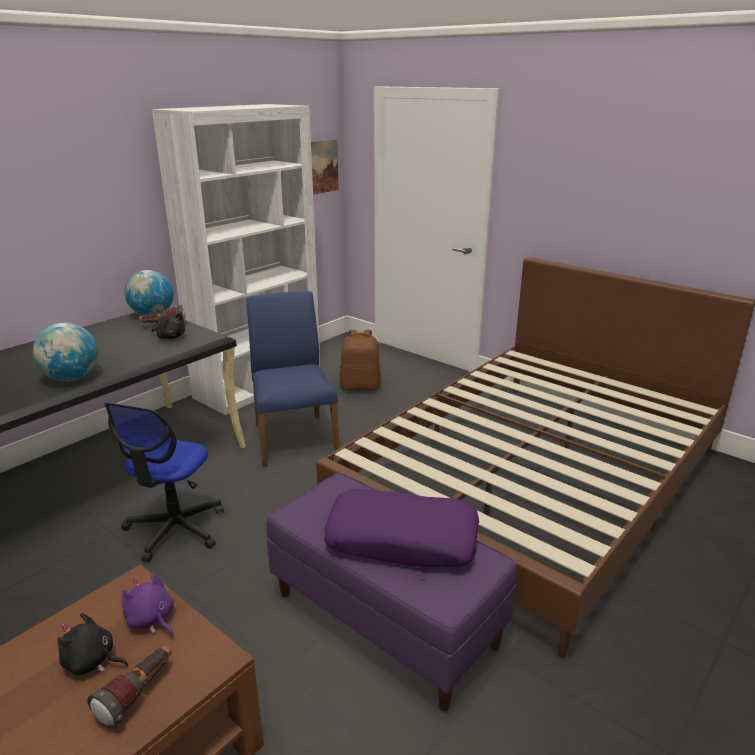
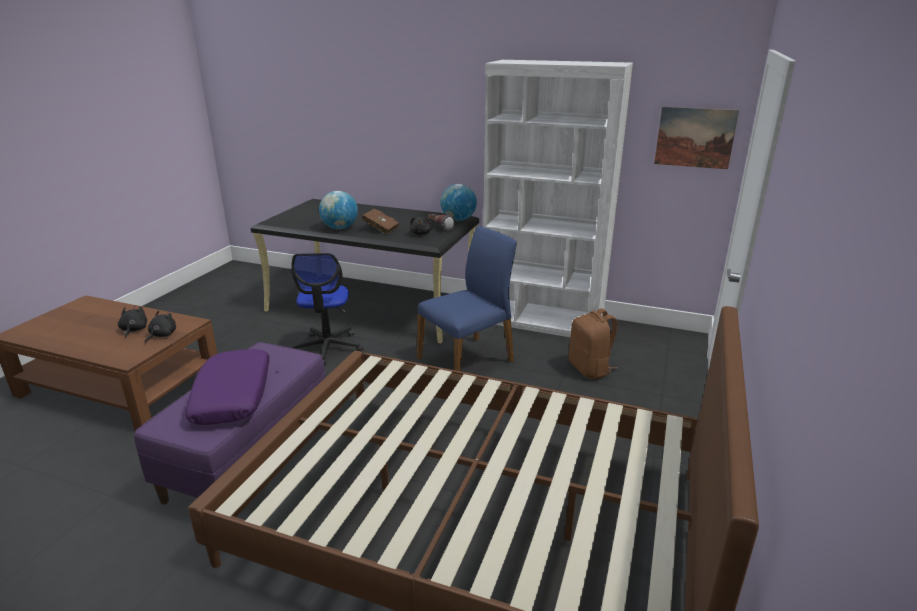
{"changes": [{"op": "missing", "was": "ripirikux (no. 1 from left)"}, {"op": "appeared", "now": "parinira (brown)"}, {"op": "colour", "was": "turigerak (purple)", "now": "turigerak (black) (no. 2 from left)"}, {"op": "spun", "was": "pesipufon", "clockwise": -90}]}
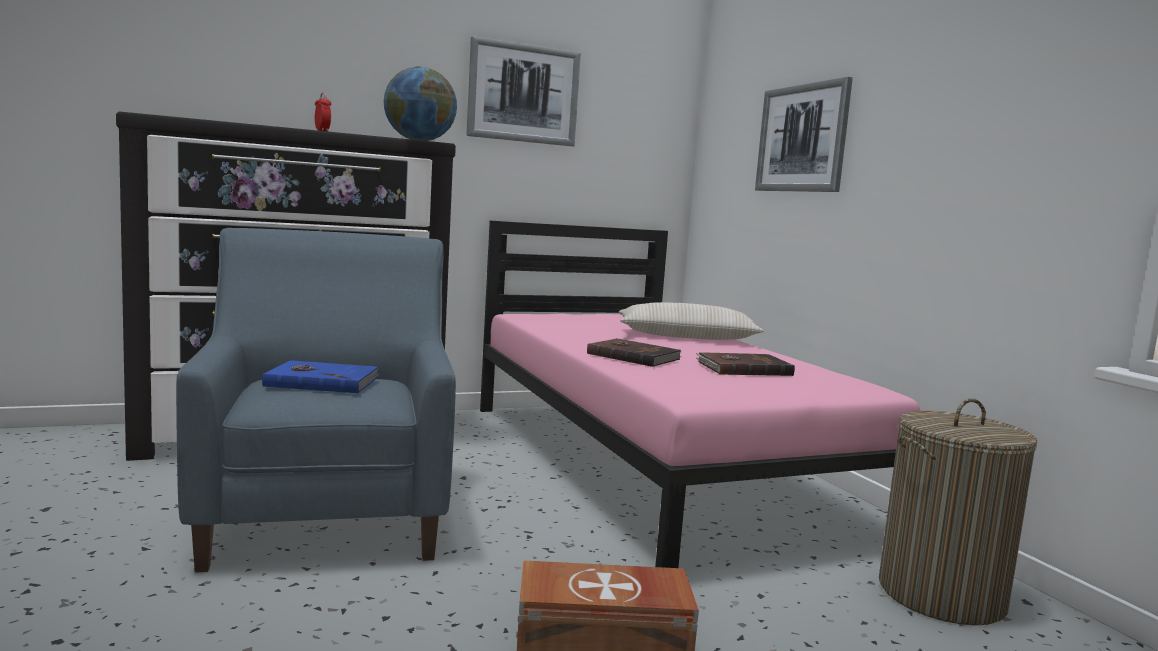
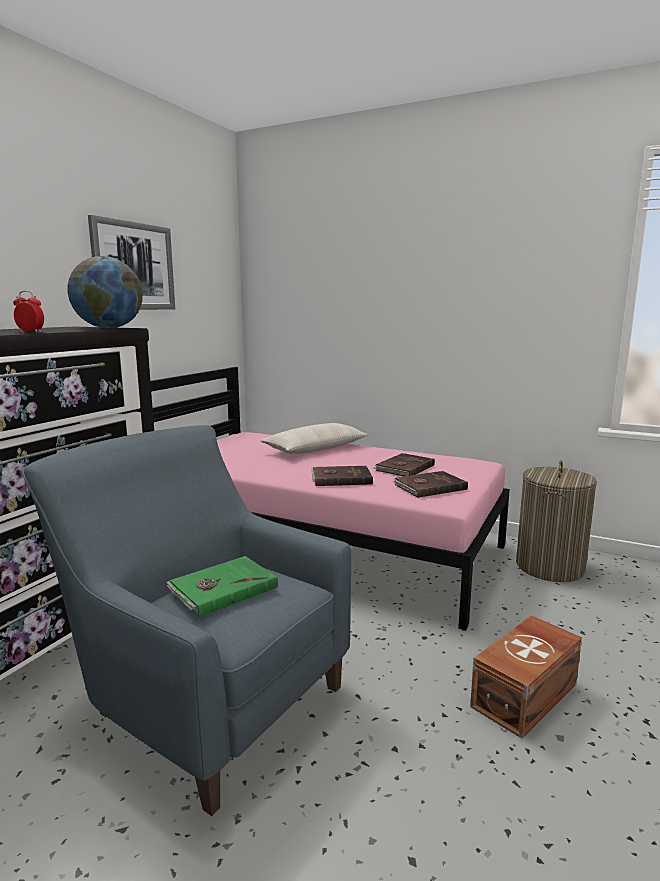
{"changes": [{"op": "missing", "was": "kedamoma (no. 2 from left)"}, {"op": "appeared", "now": "parinira (brown) (no. 3 from left)"}, {"op": "colour", "was": "parinira (blue)", "now": "parinira (green)"}]}
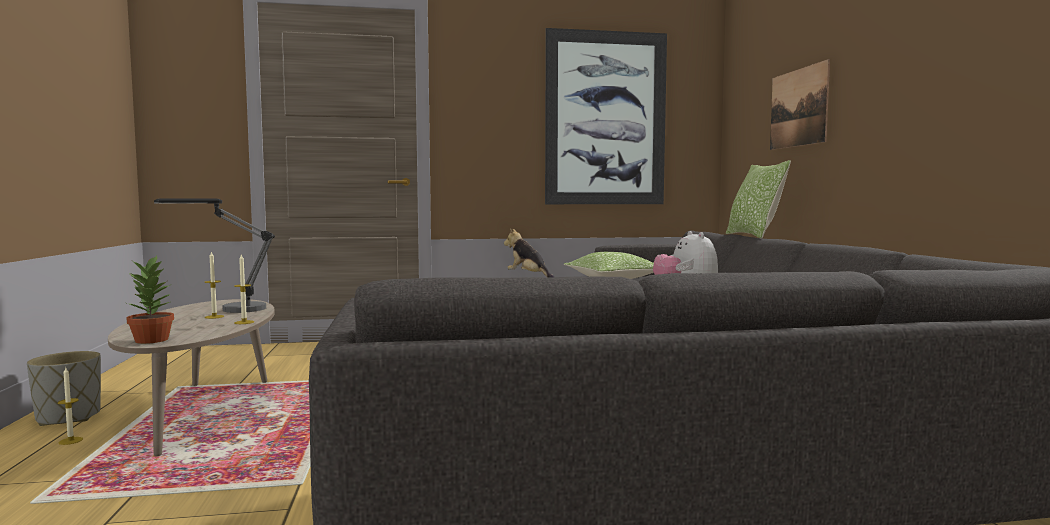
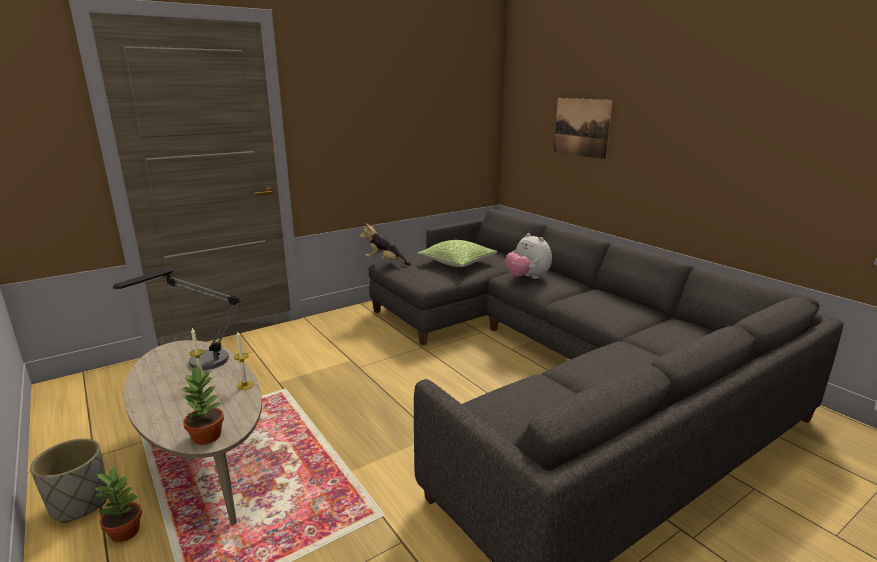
{"changes": [{"op": "missing", "was": "kedamoma (no. 1 from left)"}, {"op": "missing", "was": "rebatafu (no. 2 from left)"}, {"op": "exchanged", "was": "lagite (no. 1 from left)", "now": "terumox (no. 1 from left)"}]}
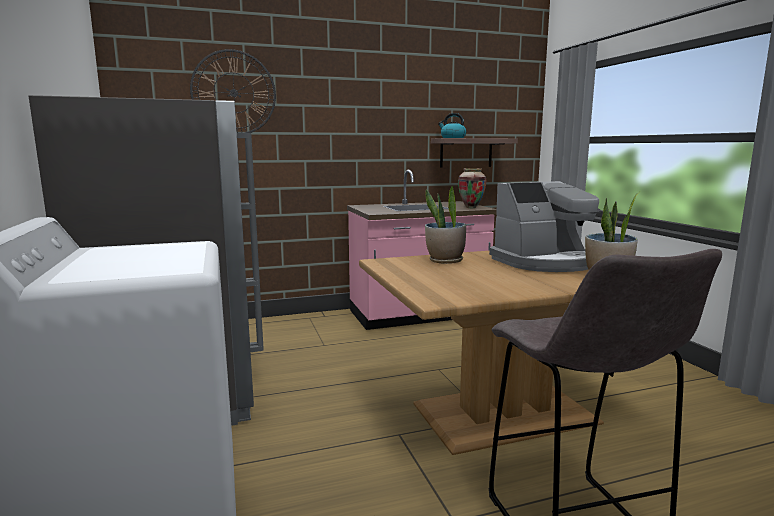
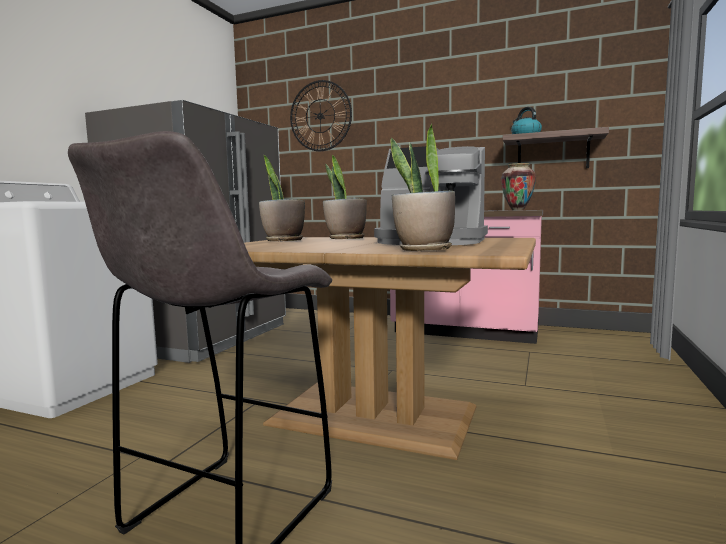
{"changes": [{"op": "appeared", "now": "terumox (no. 1 from left)"}]}
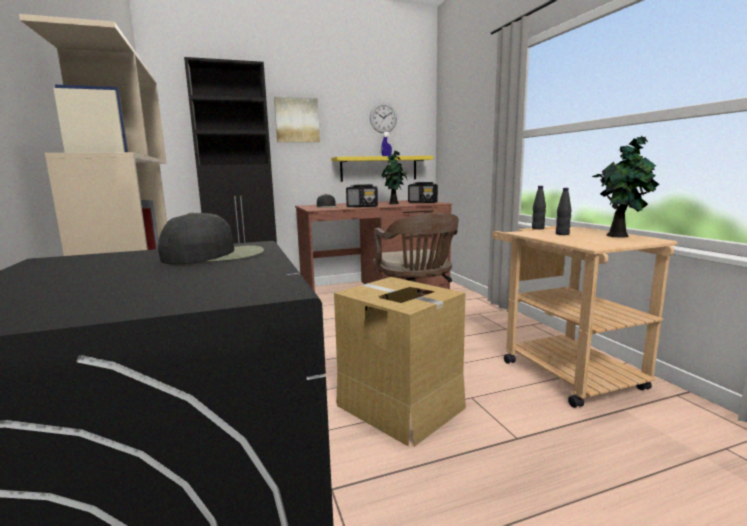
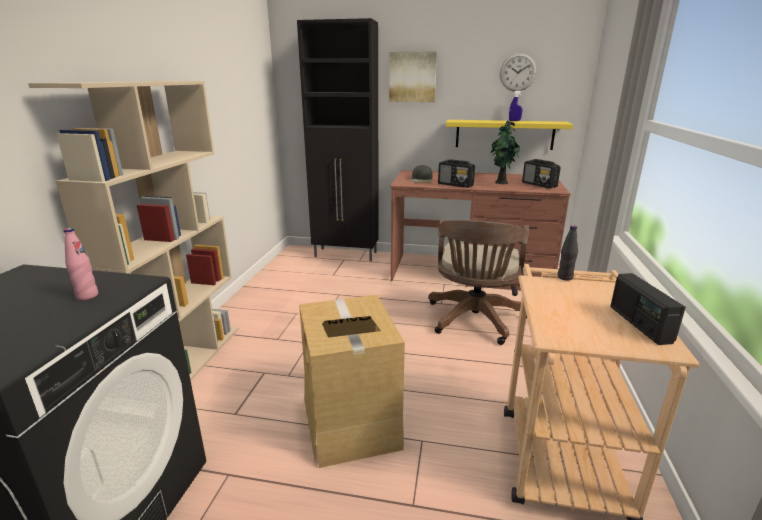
{"changes": [{"op": "missing", "was": "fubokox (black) (no. 2 from left)"}, {"op": "exchanged", "was": "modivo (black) (no. 1 from left)", "now": "fubokox (pink)"}, {"op": "exchanged", "was": "terumox (no. 2 from left)", "now": "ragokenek (no. 3 from left)"}]}
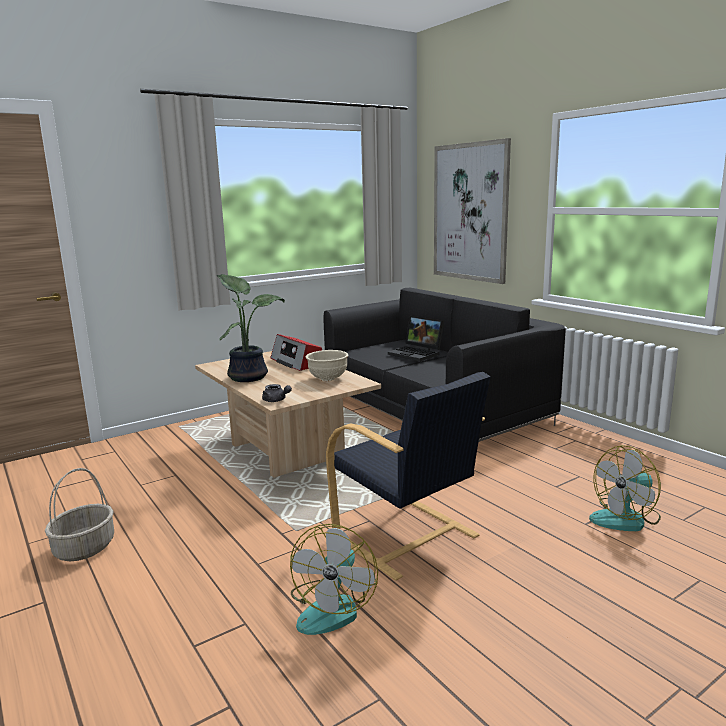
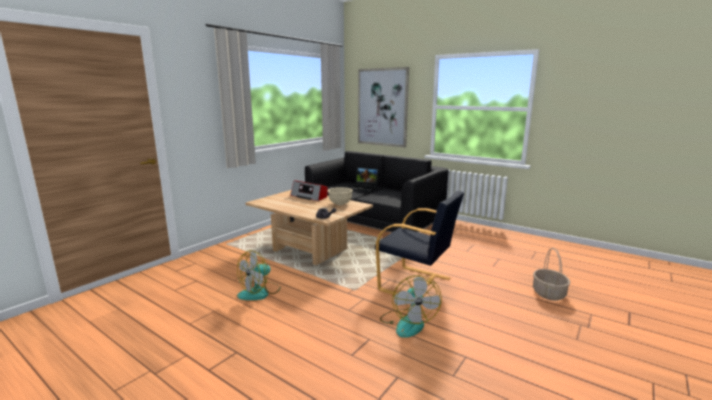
{"changes": [{"op": "missing", "was": "terumox"}, {"op": "relocated", "was": "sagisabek"}, {"op": "relocated", "was": "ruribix (no. 2 from left in the first image)", "now": "ruribix (no. 1 from left)"}]}
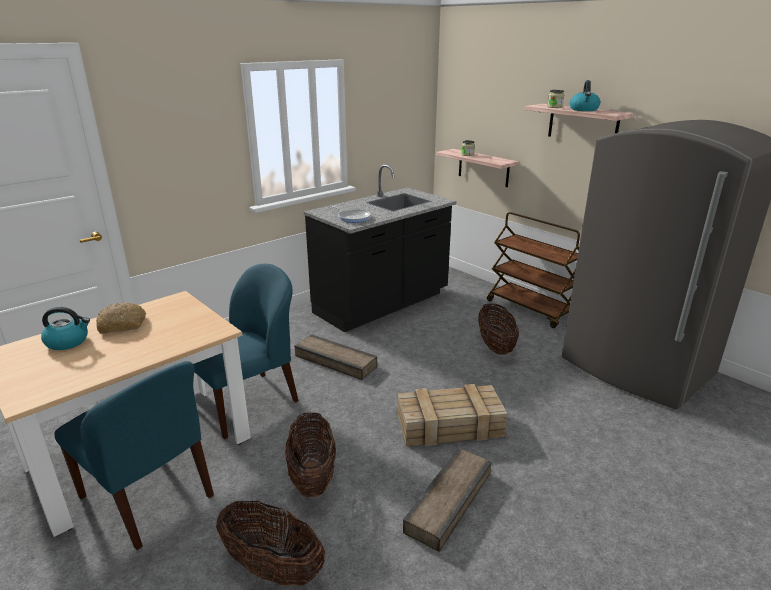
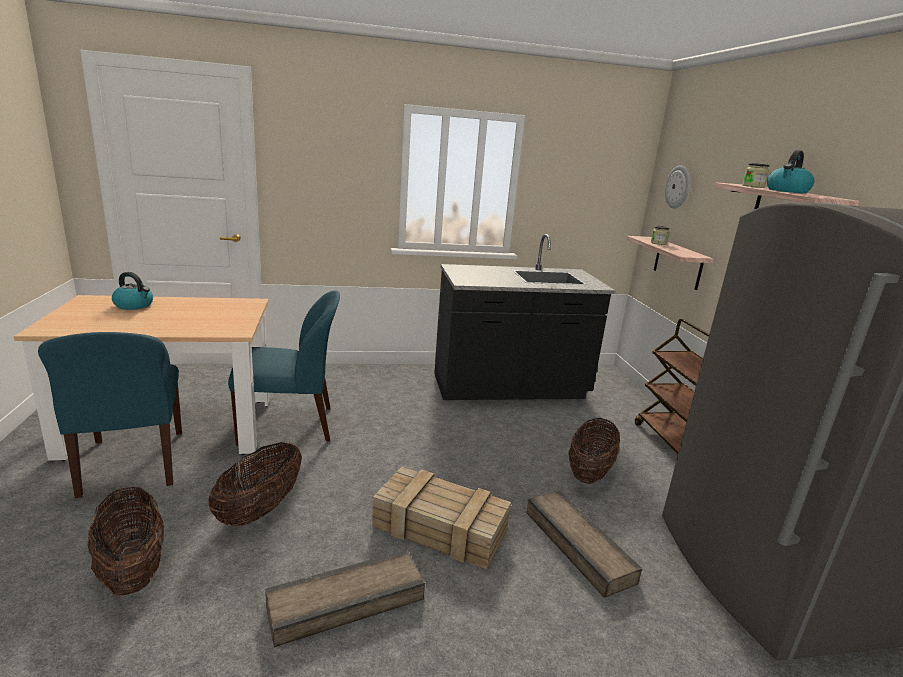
{"changes": [{"op": "missing", "was": "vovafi"}, {"op": "missing", "was": "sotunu"}, {"op": "appeared", "now": "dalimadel"}, {"op": "relocated", "was": "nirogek (no. 1 from left in the first image)", "now": "nirogek (no. 3 from left)"}]}
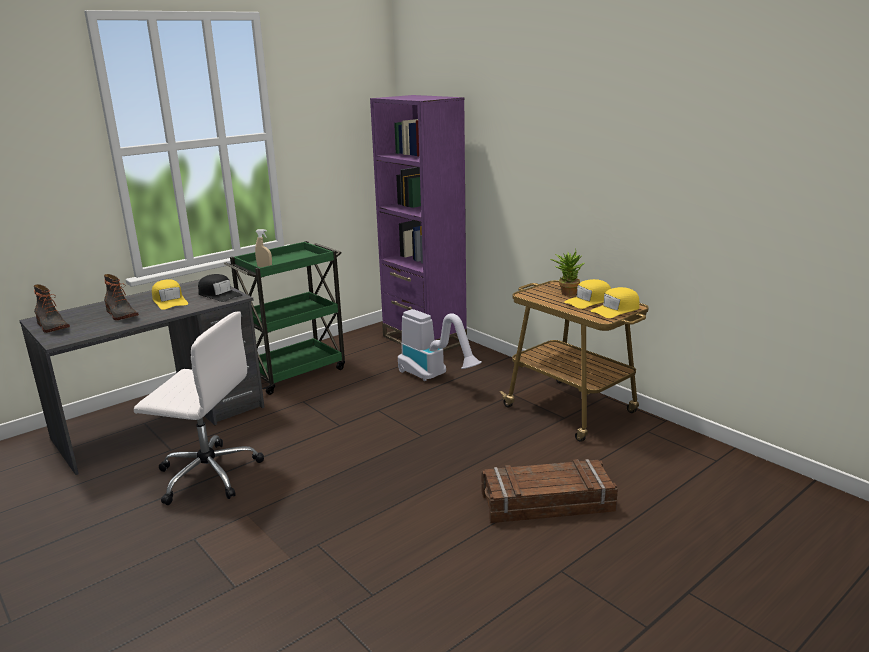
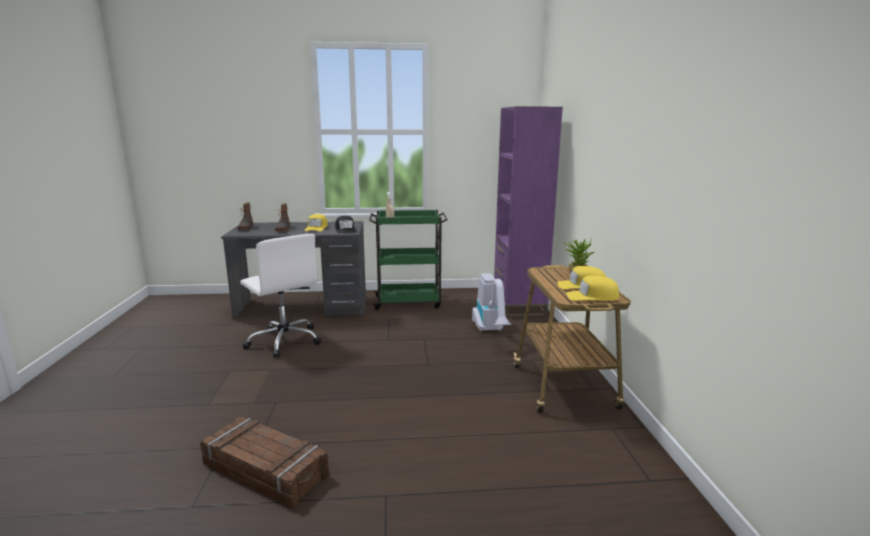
{"changes": [{"op": "relocated", "was": "nirogek"}]}
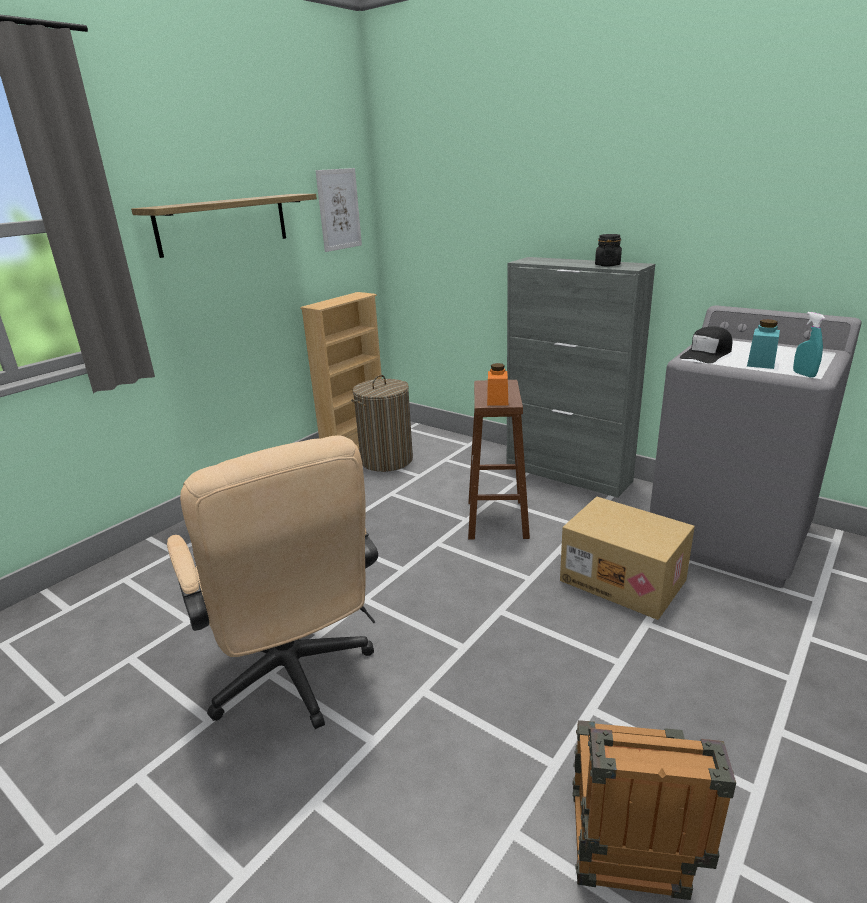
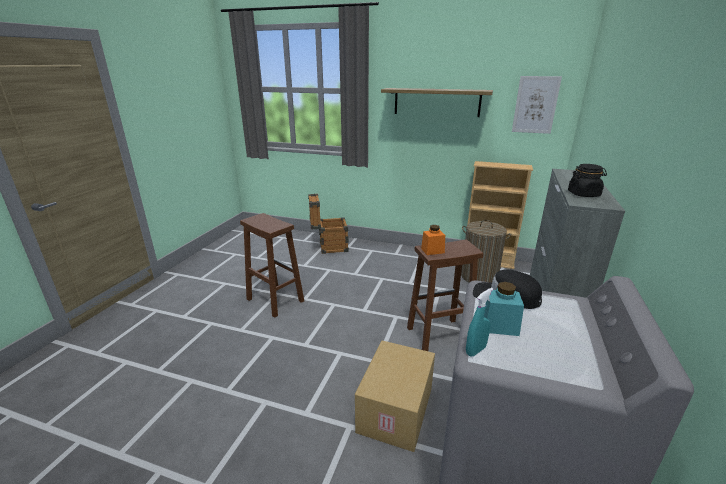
{"changes": [{"op": "relocated", "was": "nirogek"}, {"op": "exchanged", "was": "pesipufon (beige)", "now": "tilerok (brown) (no. 1 from left)"}]}
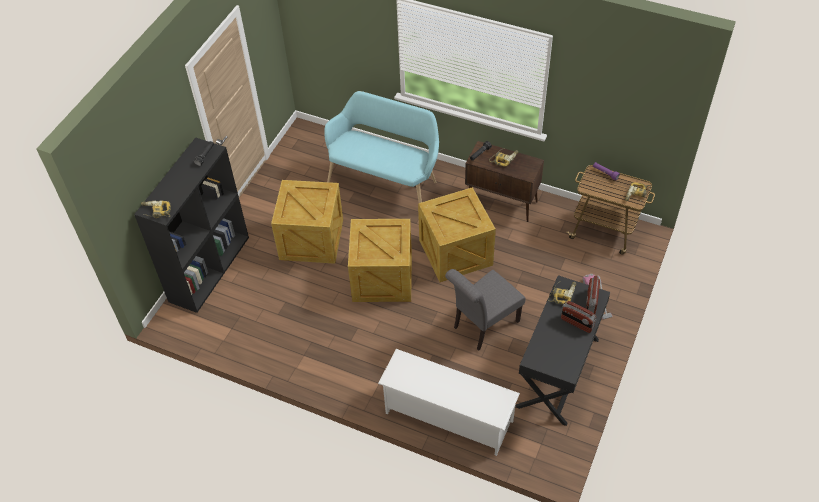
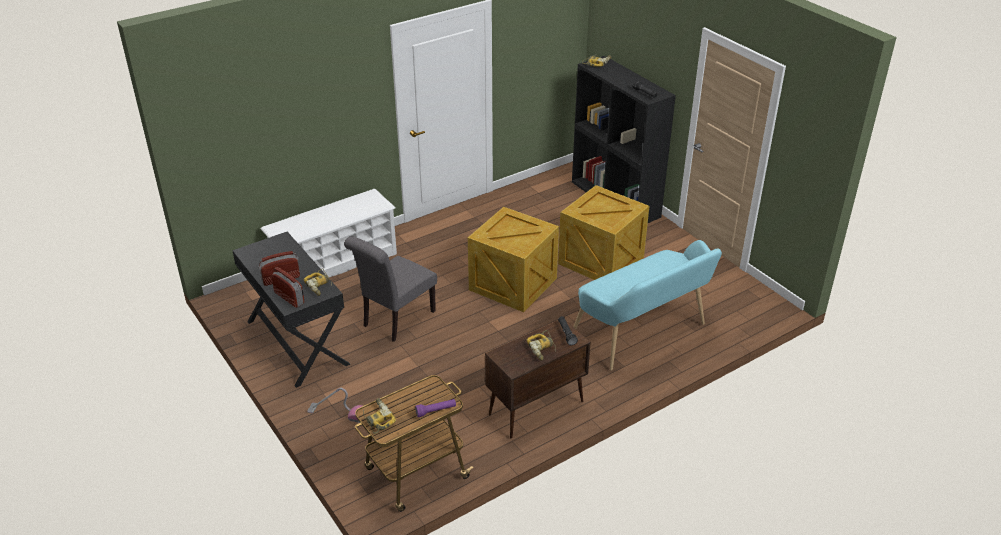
{"changes": [{"op": "missing", "was": "nirogek (no. 3 from left)"}, {"op": "spun", "was": "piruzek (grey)", "clockwise": -135}]}
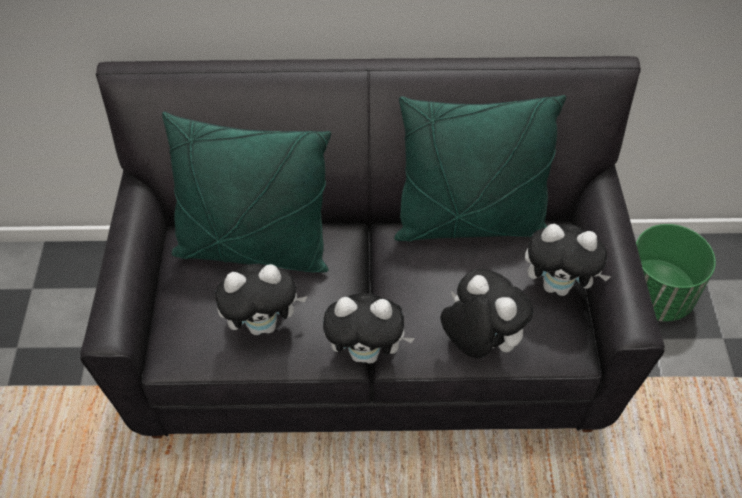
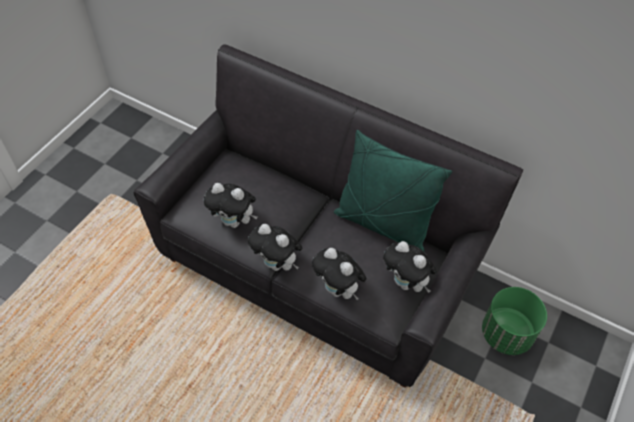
{"changes": [{"op": "missing", "was": "rebatafu (green) (no. 1 from left)"}, {"op": "spun", "was": "turigerak (no. 3 from left)", "clockwise": 150}]}
